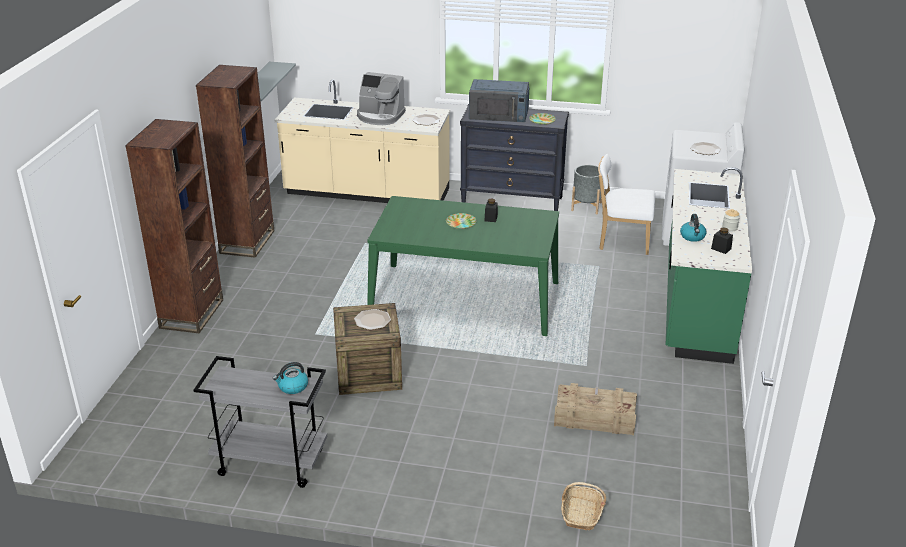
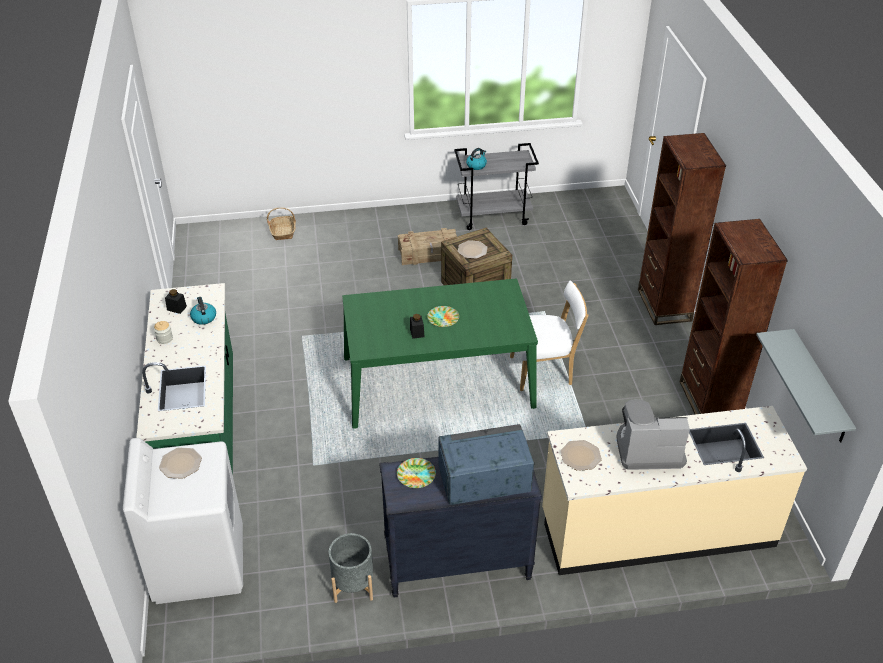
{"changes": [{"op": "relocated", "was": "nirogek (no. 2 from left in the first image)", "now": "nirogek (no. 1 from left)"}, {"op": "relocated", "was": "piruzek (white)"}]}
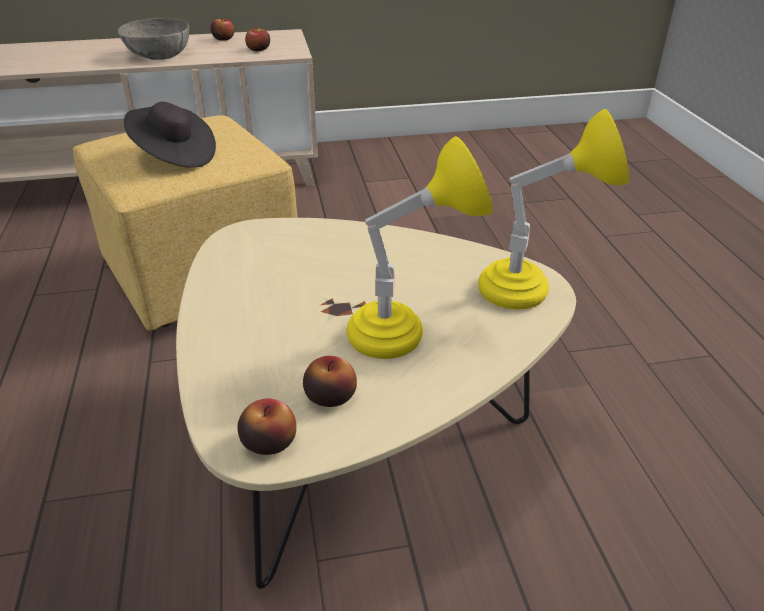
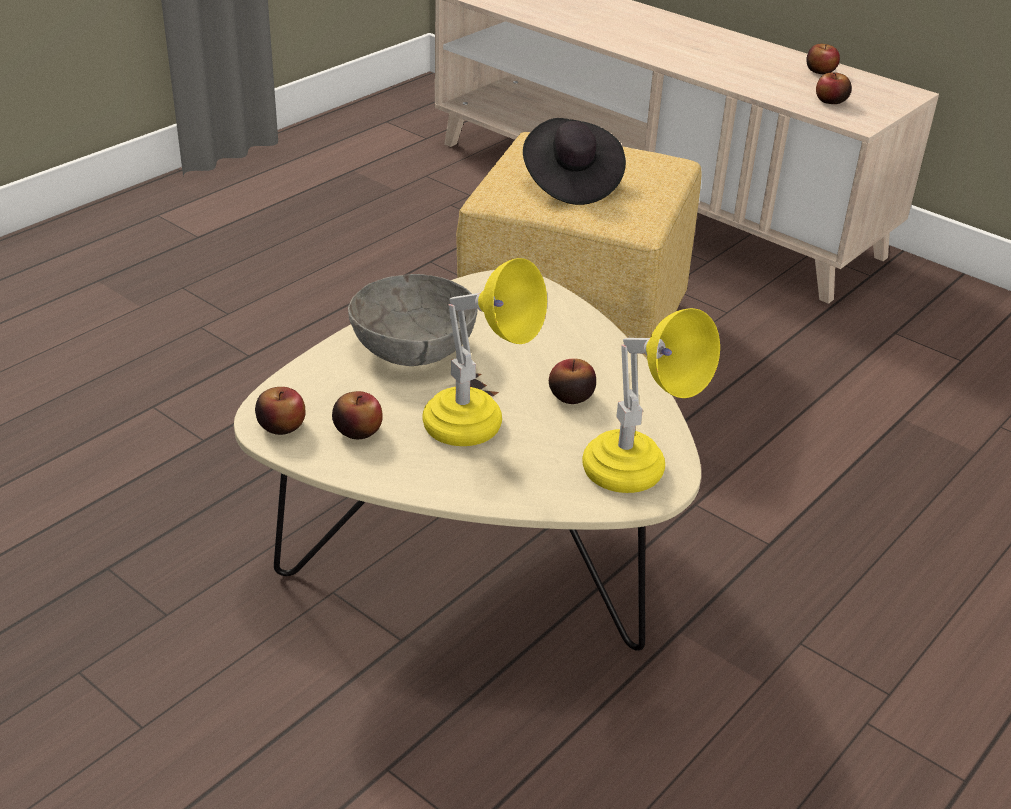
{"changes": [{"op": "appeared", "now": "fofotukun (no. 3 from left)"}, {"op": "relocated", "was": "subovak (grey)"}]}
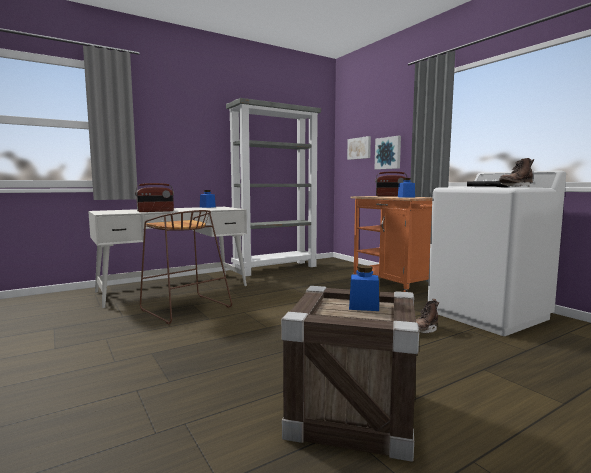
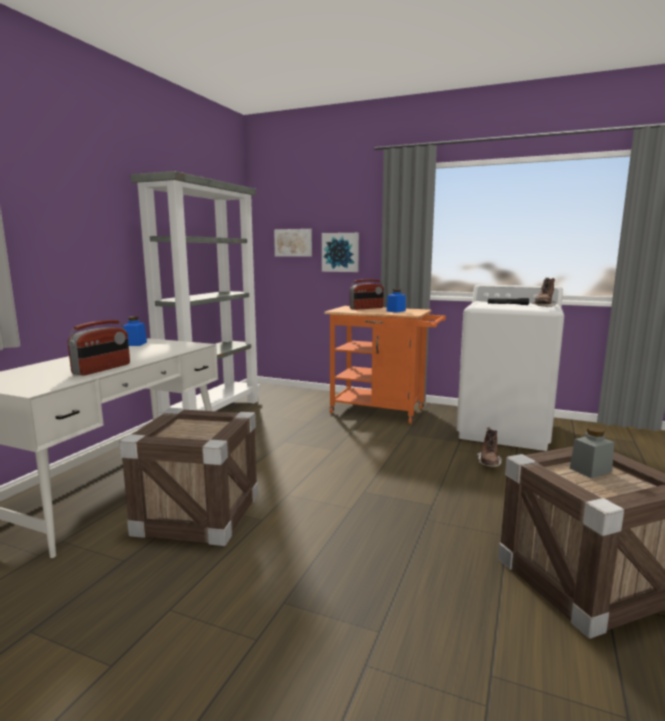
{"changes": [{"op": "exchanged", "was": "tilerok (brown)", "now": "nirogek (no. 1 from left)"}, {"op": "colour", "was": "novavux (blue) (no. 2 from left)", "now": "novavux (grey)"}]}
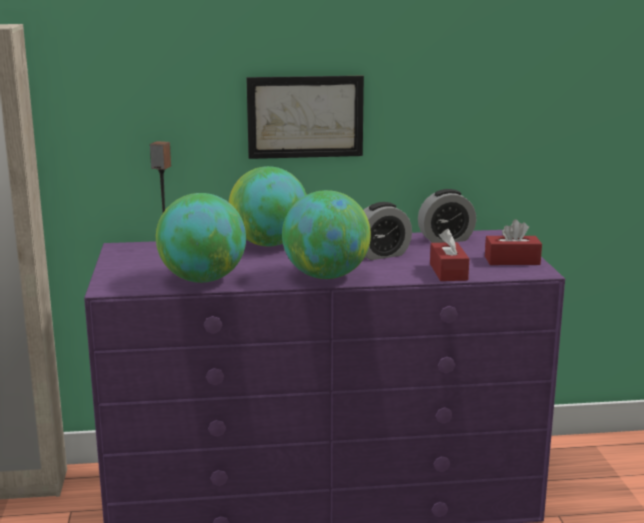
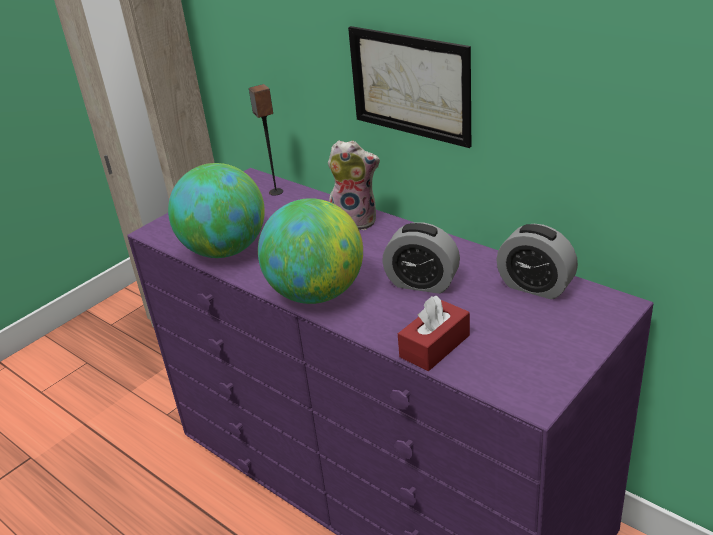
{"changes": [{"op": "missing", "was": "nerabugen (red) (no. 2 from left)"}, {"op": "exchanged", "was": "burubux (no. 2 from left)", "now": "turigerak"}]}
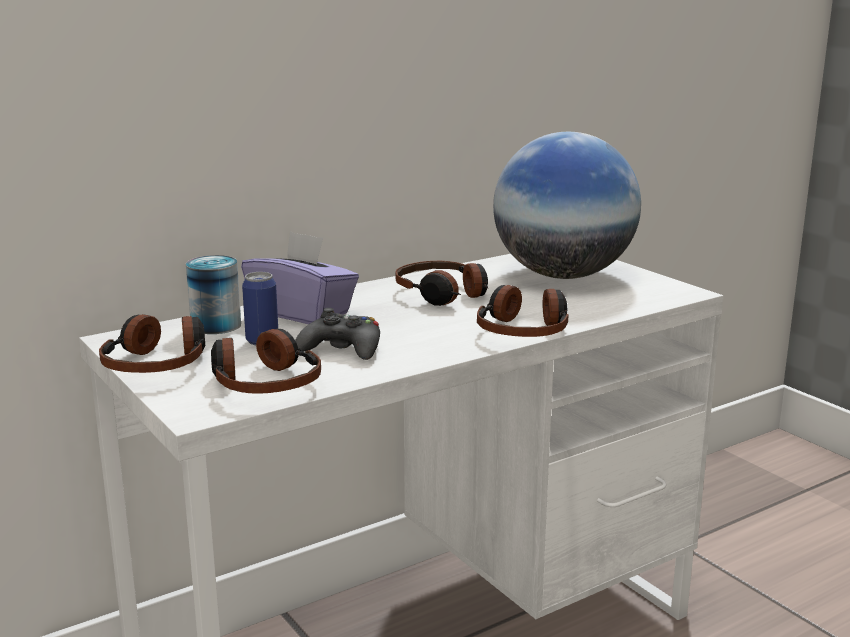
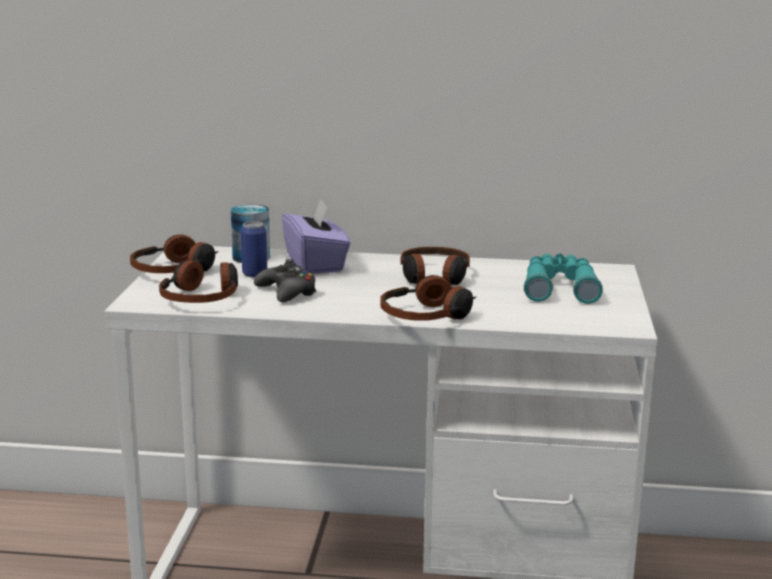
{"changes": [{"op": "exchanged", "was": "burubux", "now": "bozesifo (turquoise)"}]}
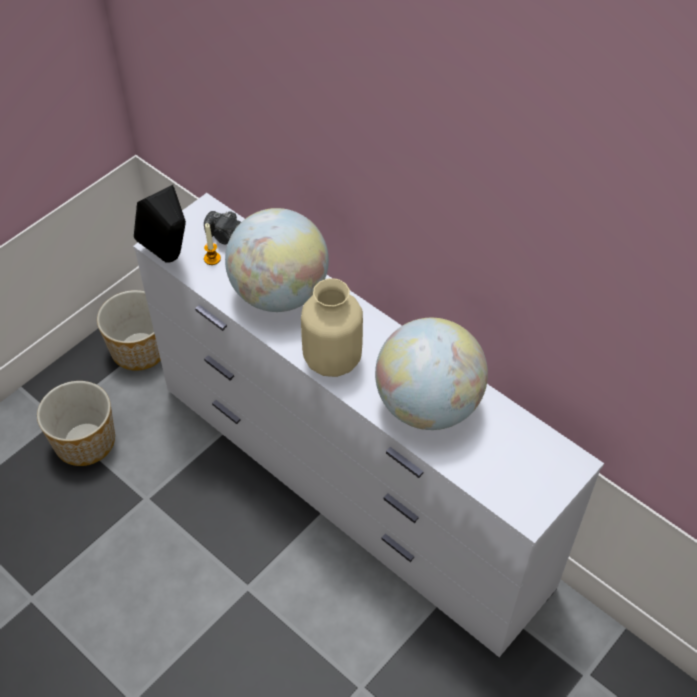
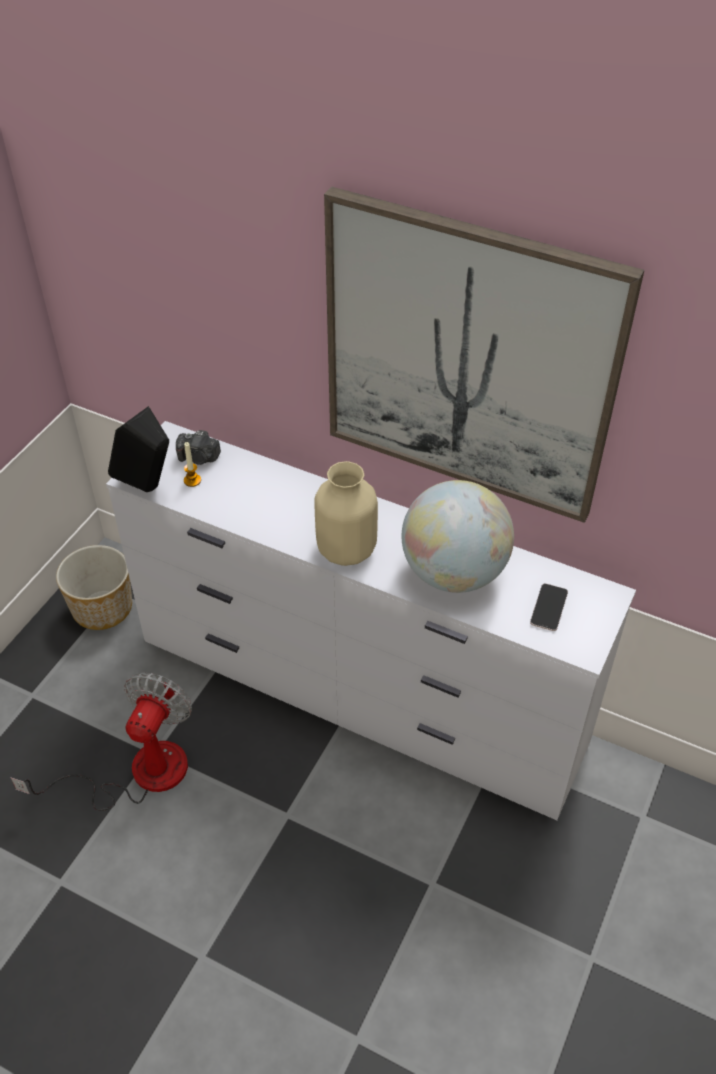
{"changes": [{"op": "missing", "was": "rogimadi (no. 1 from left)"}, {"op": "missing", "was": "burubux (no. 1 from left)"}, {"op": "appeared", "now": "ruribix"}, {"op": "appeared", "now": "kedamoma"}, {"op": "appeared", "now": "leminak"}]}
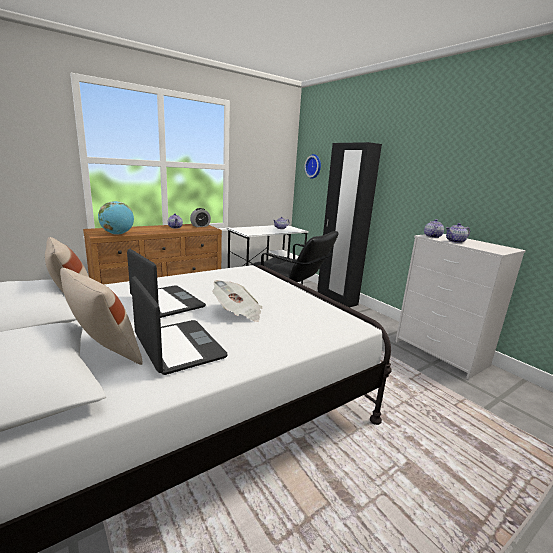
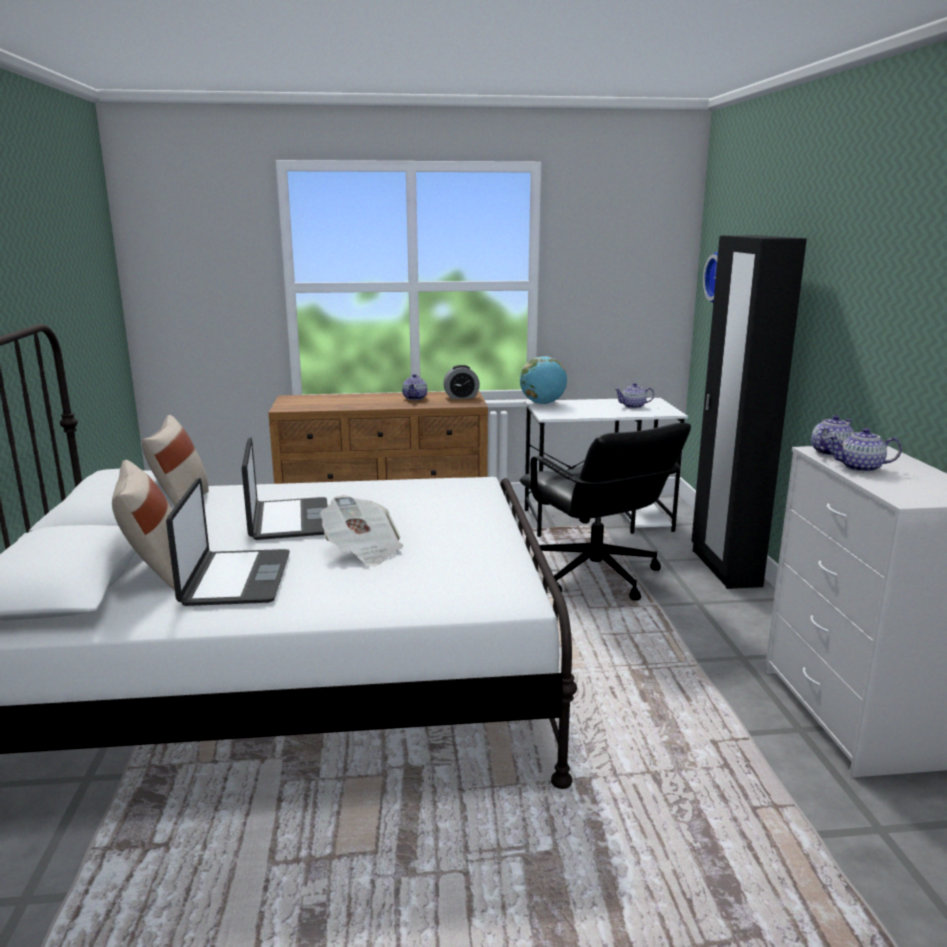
{"changes": [{"op": "relocated", "was": "burubux"}]}
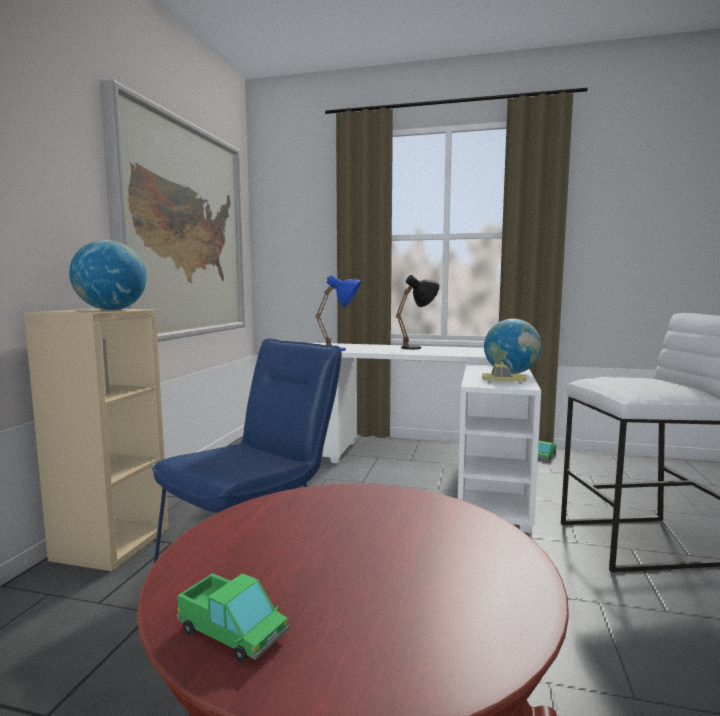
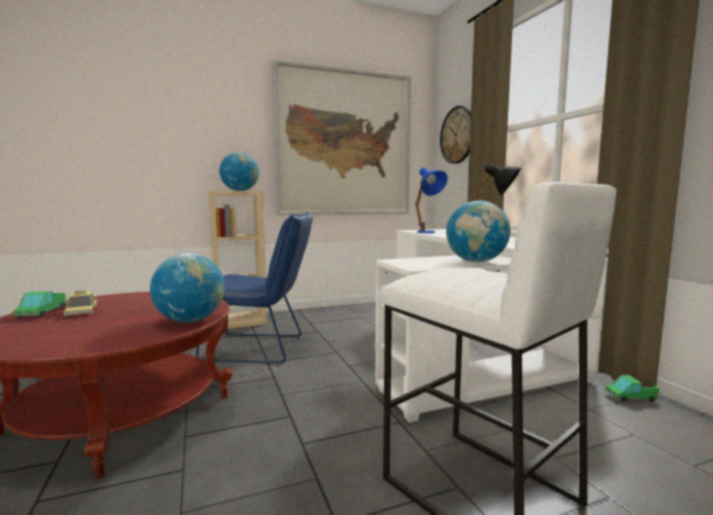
{"changes": [{"op": "appeared", "now": "burubux (no. 1 from left)"}, {"op": "appeared", "now": "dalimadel"}, {"op": "relocated", "was": "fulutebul"}]}
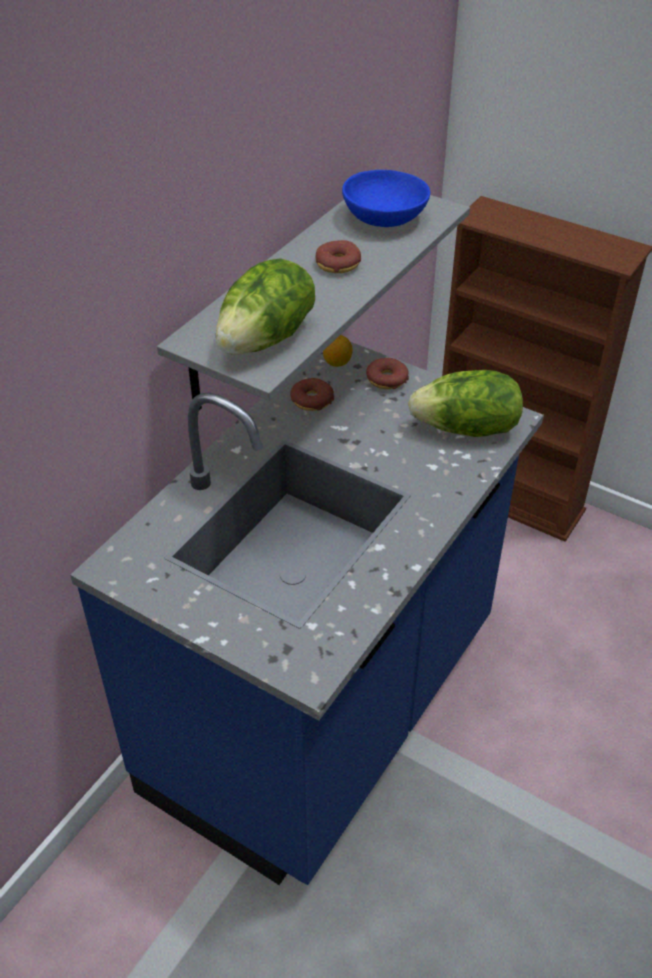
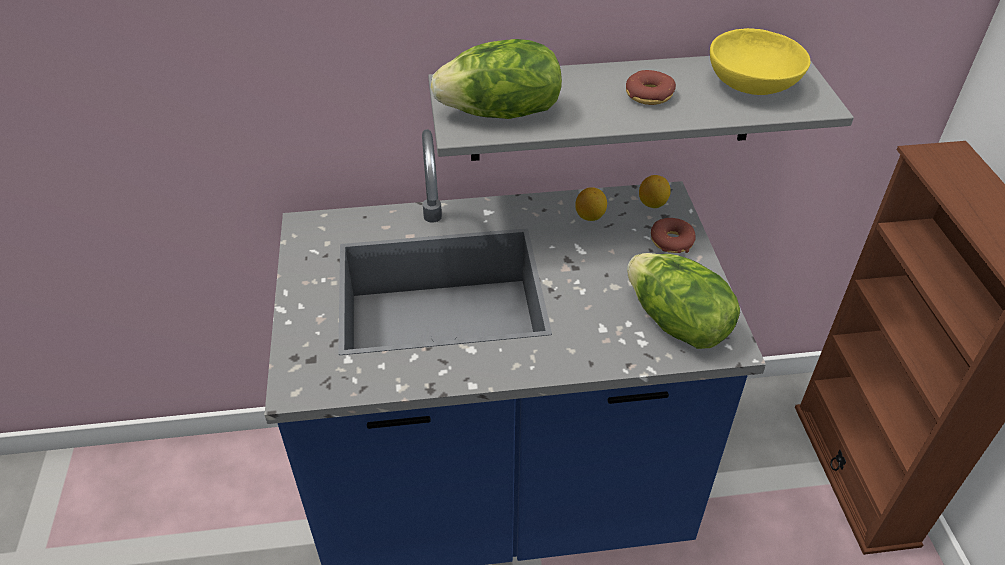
{"changes": [{"op": "exchanged", "was": "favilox (no. 1 from left)", "now": "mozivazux (no. 1 from left)"}, {"op": "colour", "was": "subovak (blue)", "now": "subovak (yellow)"}]}
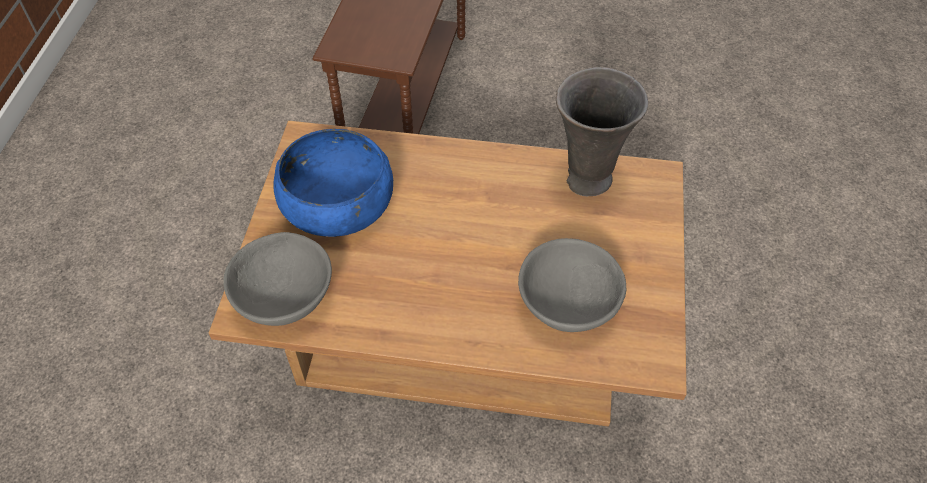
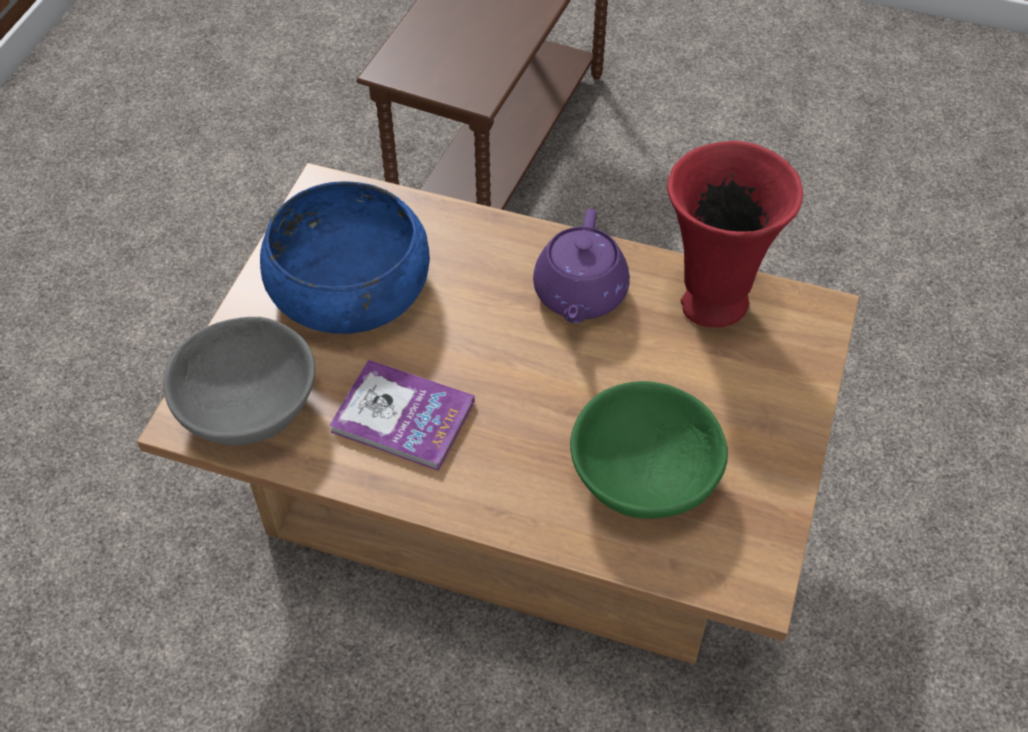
{"changes": [{"op": "appeared", "now": "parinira"}, {"op": "appeared", "now": "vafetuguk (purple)"}, {"op": "colour", "was": "subovak (grey) (no. 2 from left)", "now": "subovak (green)"}, {"op": "colour", "was": "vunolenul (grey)", "now": "vunolenul (red)"}]}
